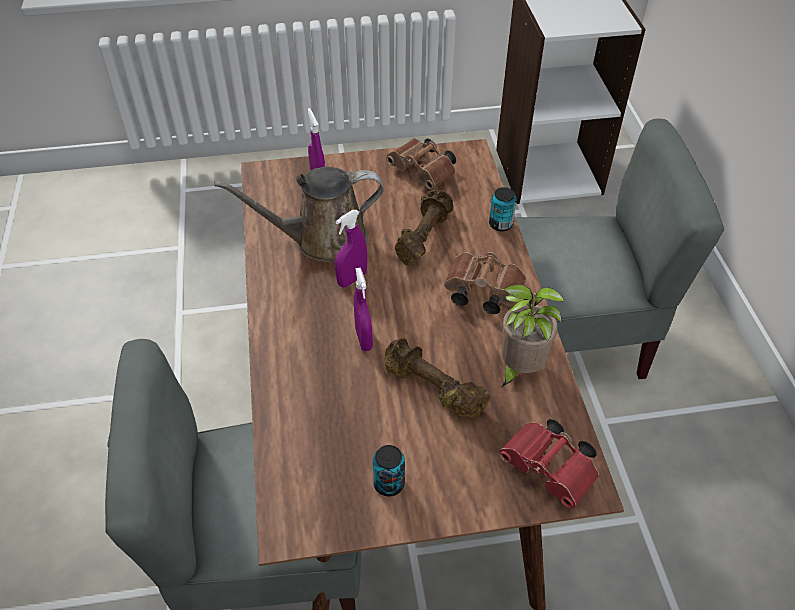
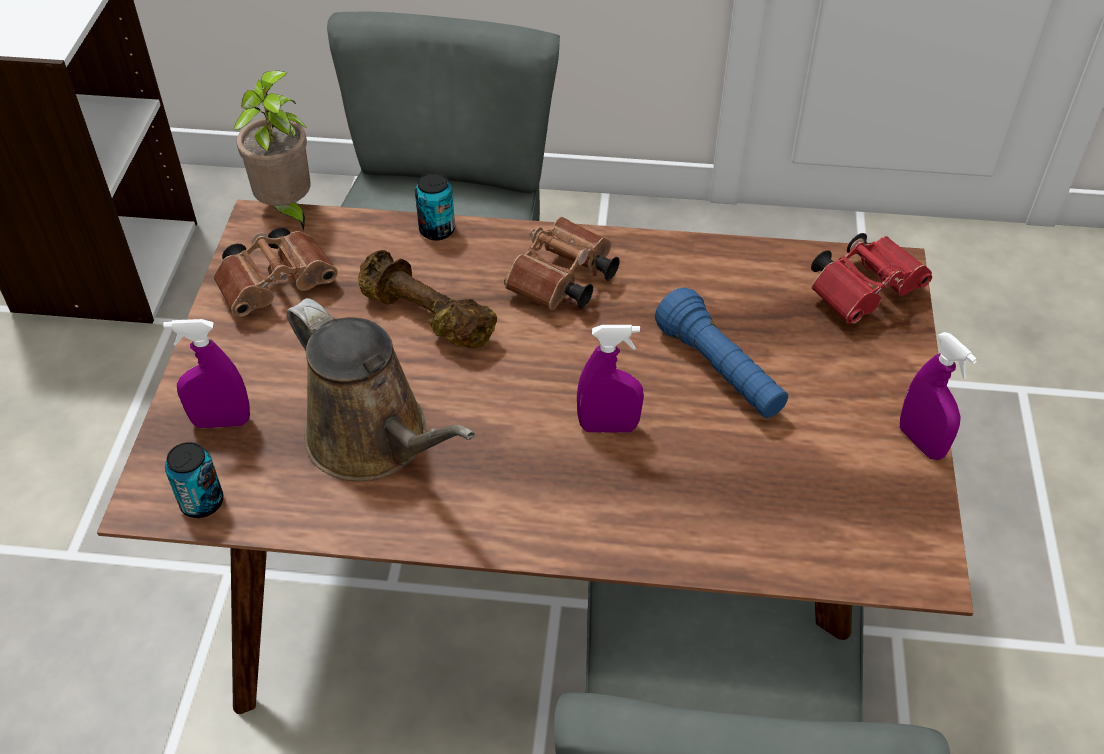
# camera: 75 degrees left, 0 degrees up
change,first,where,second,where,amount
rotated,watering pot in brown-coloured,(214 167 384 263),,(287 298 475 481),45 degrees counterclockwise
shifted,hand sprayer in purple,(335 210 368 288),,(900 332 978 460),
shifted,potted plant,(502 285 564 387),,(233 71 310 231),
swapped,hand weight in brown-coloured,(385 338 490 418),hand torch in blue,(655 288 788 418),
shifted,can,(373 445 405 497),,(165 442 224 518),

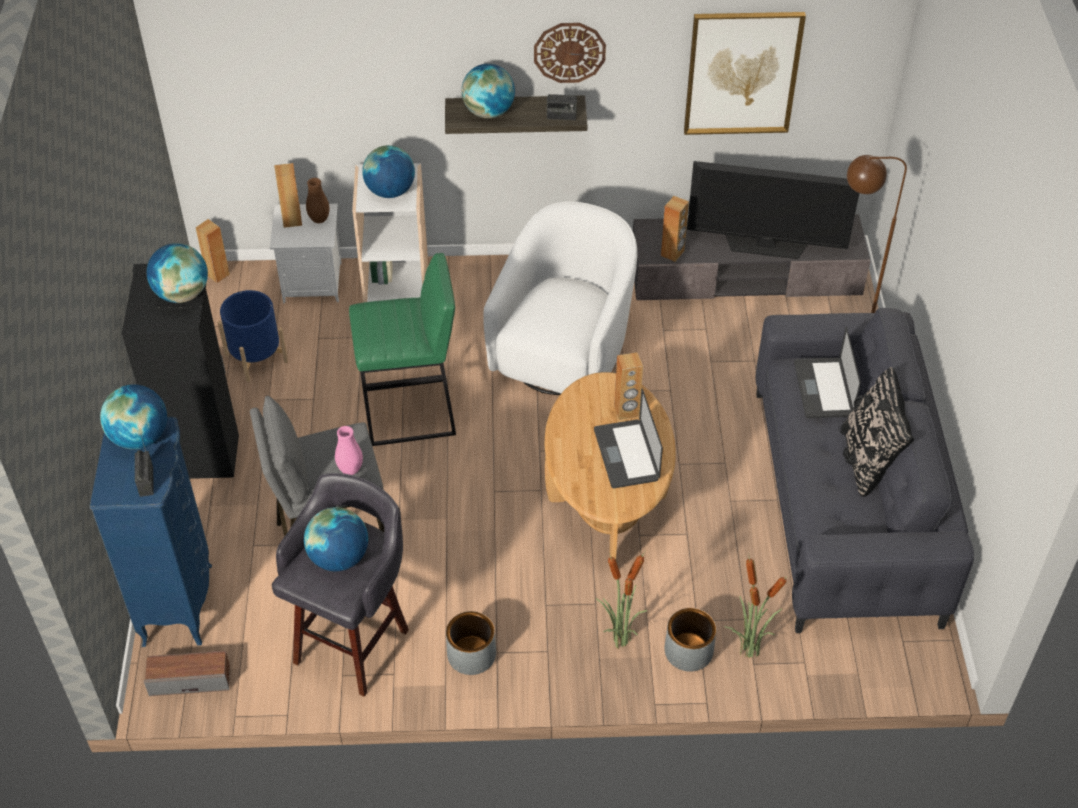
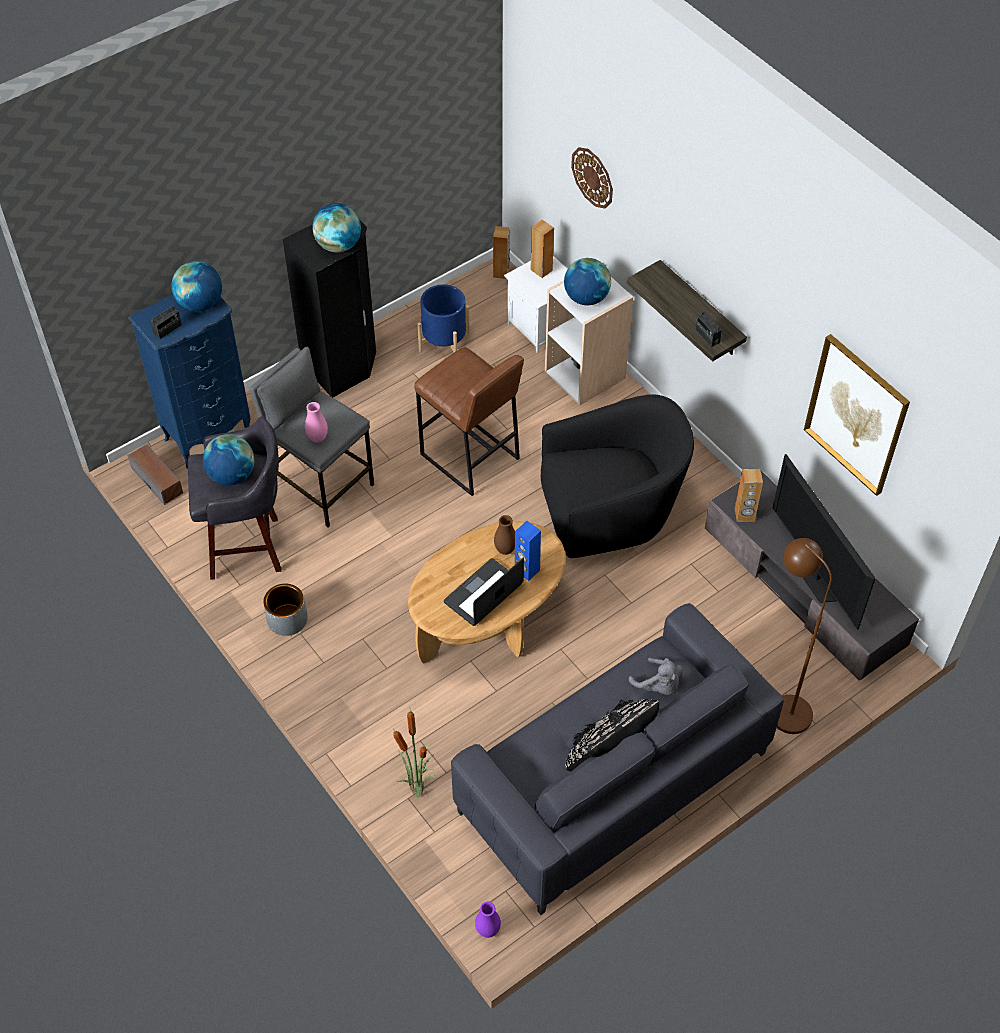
# camera: 55 degrees right, 5 degrees up
change,first,where,second,where,amount
shifted,hanging clock,(534 23 606 83),,(571 147 613 209),
gone,world globe,(461 64 515 118),,,
shifted,decorative vase in brown-coloured,(306 178 329 223),,(494 515 515 555),
repainted,lounge chair in whitish,(483 202 637 395),lounge chair in black-coloured,(541 394 694 558),
repainted,stool seat in green-coloured,(349 253 456 446),stool seat in brown-coloured,(414 347 524 496),
swapped,notebook computer,(794 327 861 418),plush toy in gray,(629 658 683 695),
repainted,loudspeaker in brown-coloured,(614 352 643 420),loudspeaker in blue,(515 521 541 581),
gone,potted plant,(596 553 647 649),,,
gone,planter in gray,(665 608 716 672),,,
new,,,decorative vase in purple,(475 902 501 938),

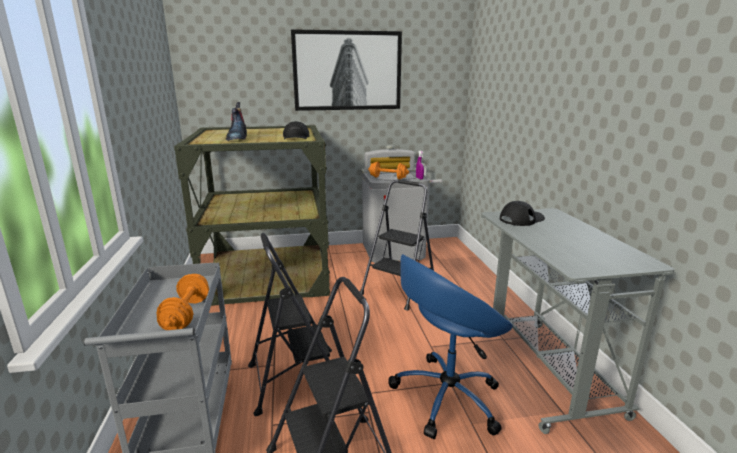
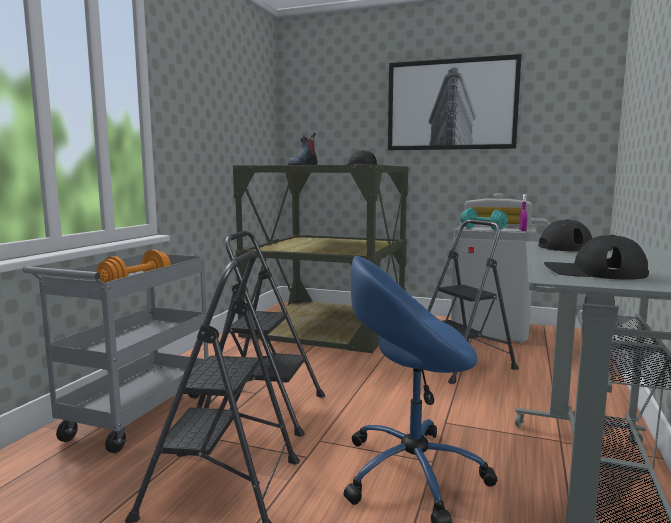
# camera: 30 degrees right, 10 degrees down
change,first,where,second,where,amount
repainted,hand weight in orange,(368 162 409 179),hand weight in turquoise-coloured,(460 208 508 231),
new,,,cap in black-coloured,(544 235 649 280),

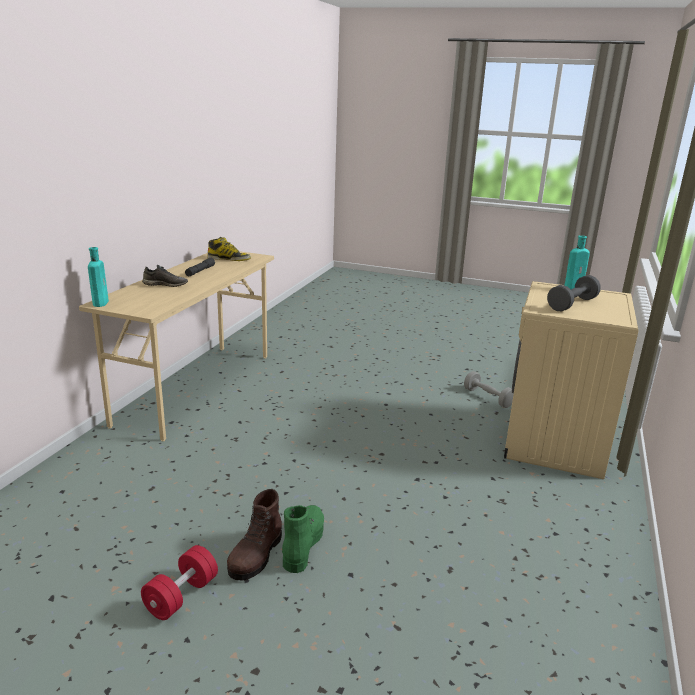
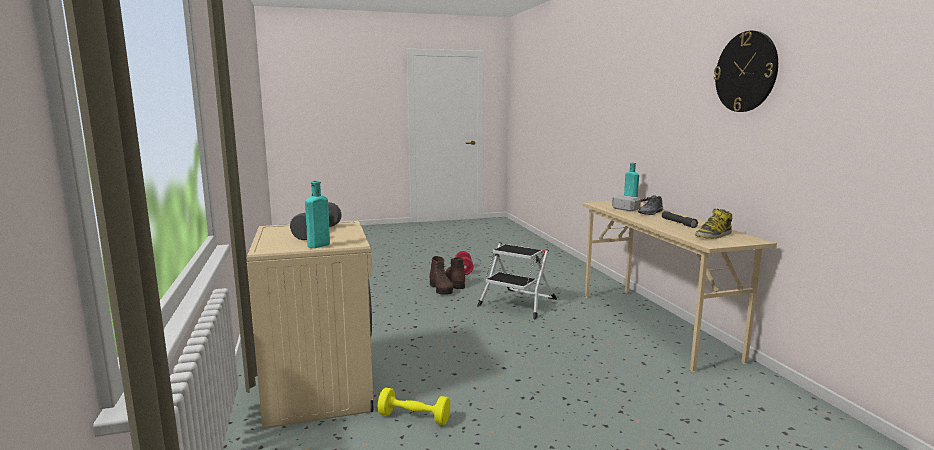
# camera: 145 degrees right, 10 degrees down
change,first,where,second,where,amount
repainted,hand weight in gray,(464 371 514 408),hand weight in yellow,(378 387 451 425),
repainted,high-top boot in green-coloured,(282 505 324 573),high-top boot in brown-coloured,(430 256 453 295),
new,,,hanging clock,(714 31 778 112),
new,,,tool hammer,(612 195 650 212),
new,,,stepladder,(477 242 557 319),

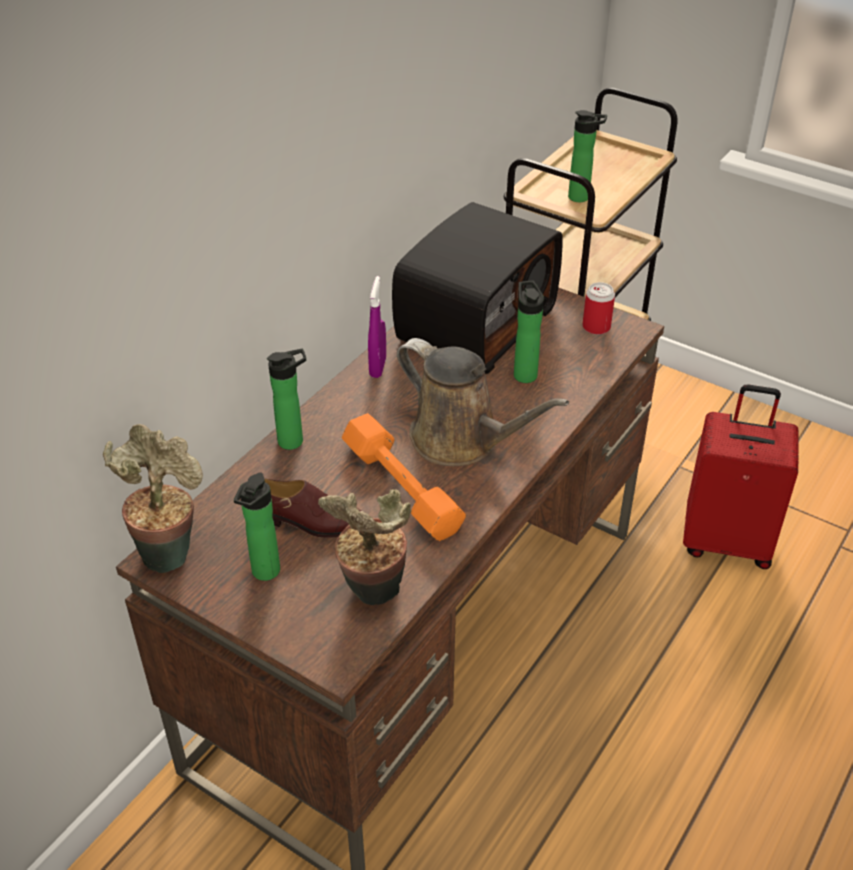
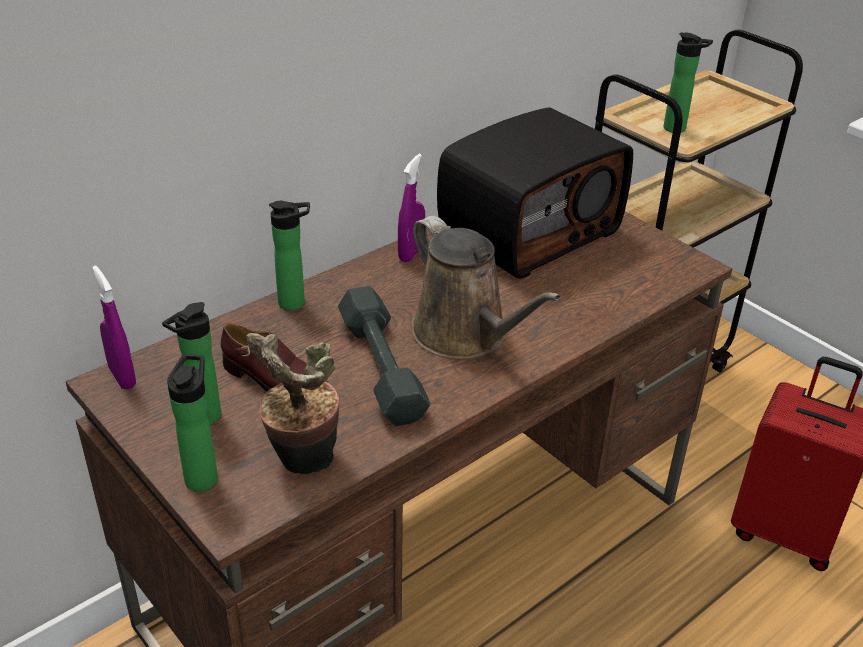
# camera: 15 degrees right, 5 degrees down
change,first,where,second,where,amount
shifted,drink bottle,(514 281 544 383),,(167 354 218 492),
gone,can,(582 282 615 335),,,
repainted,hand weight in orange,(342 413 466 541),hand weight in gray,(338 286 431 426),
swapped,potted plant,(103 424 203 573),hand sprayer in purple,(92 266 136 390),

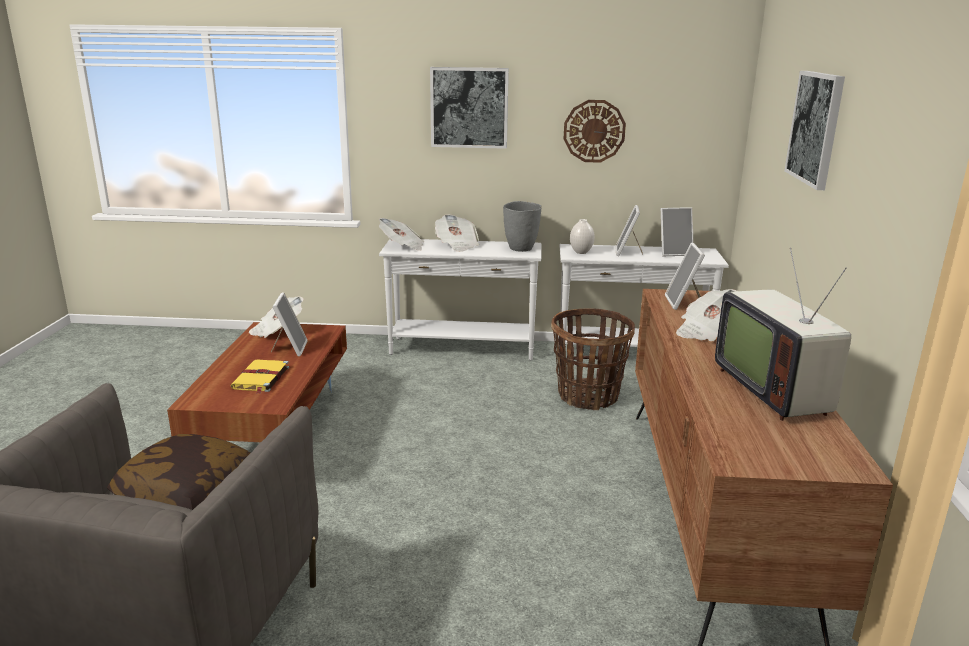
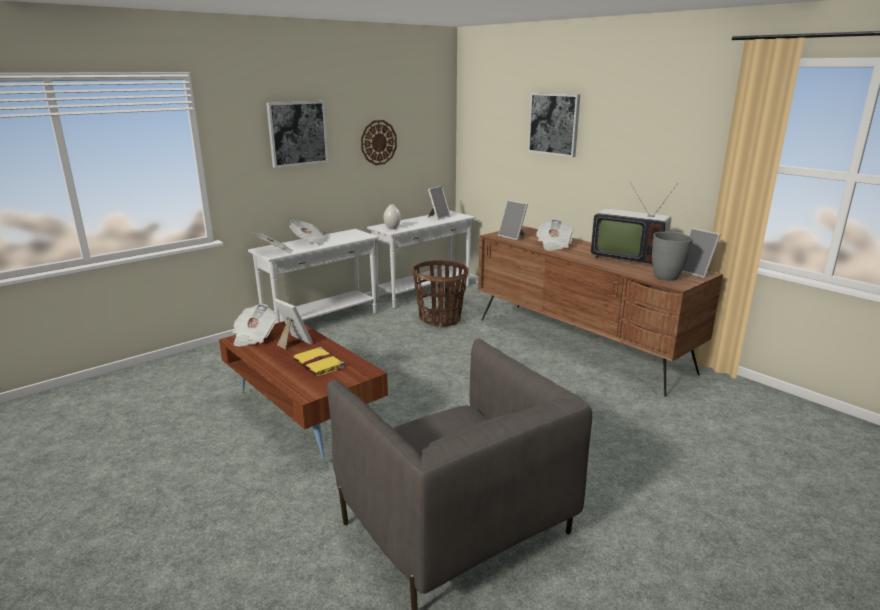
# camera: 45 degrees left, 0 degrees up
change,first,where,second,where,amount
shifted,decorative vase in gray,(503 201 542 252),,(652 232 693 281),
shifted,photo frame,(615 205 643 256),,(682 228 721 278),
gone,pillow,(107 434 250 510),,,

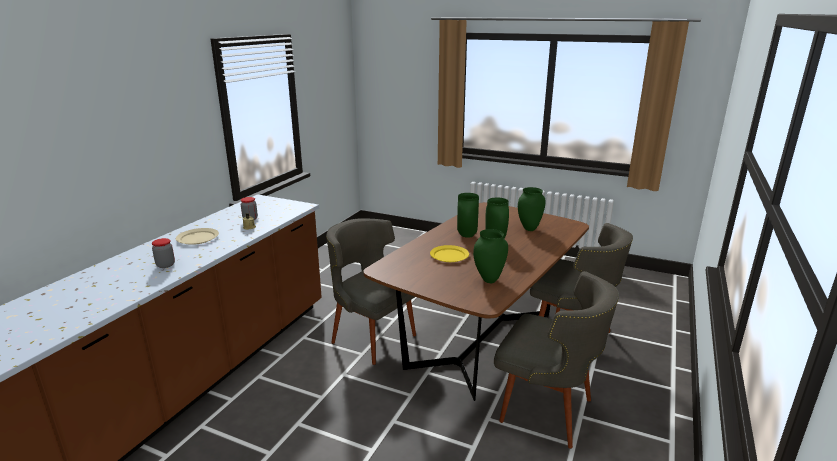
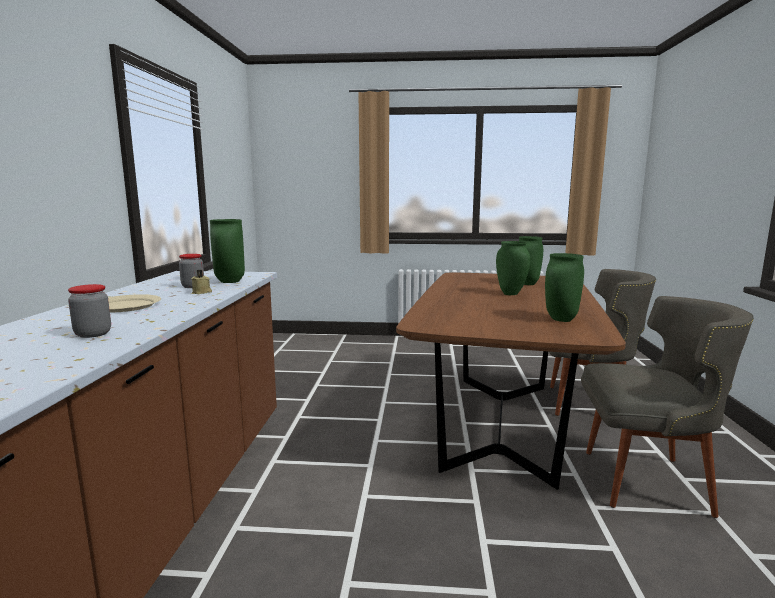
# camera: 20 degrees left, 10 degrees down
change,first,where,second,where,amount
shifted,decorative vase in green-coloured,(457 193 479 238),,(210 219 245 283),
gone,upright chair in gray,(326 219 416 365),,,
gone,plate in yellow,(430 245 469 262),,,

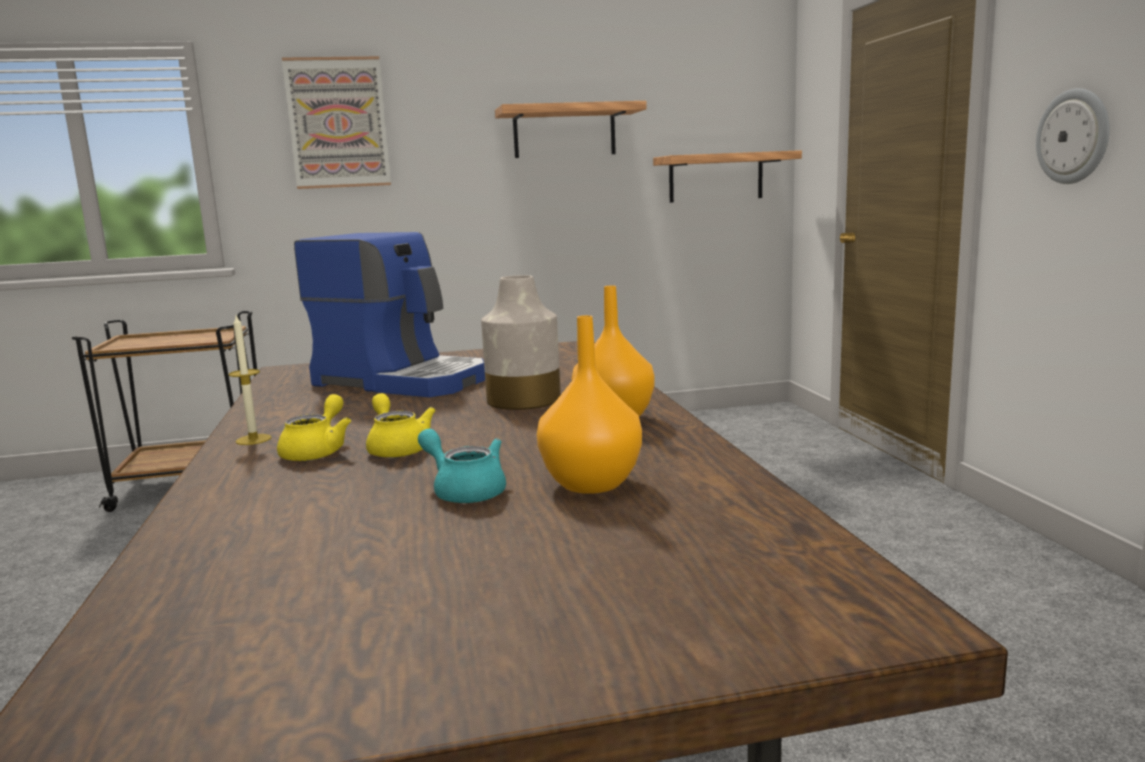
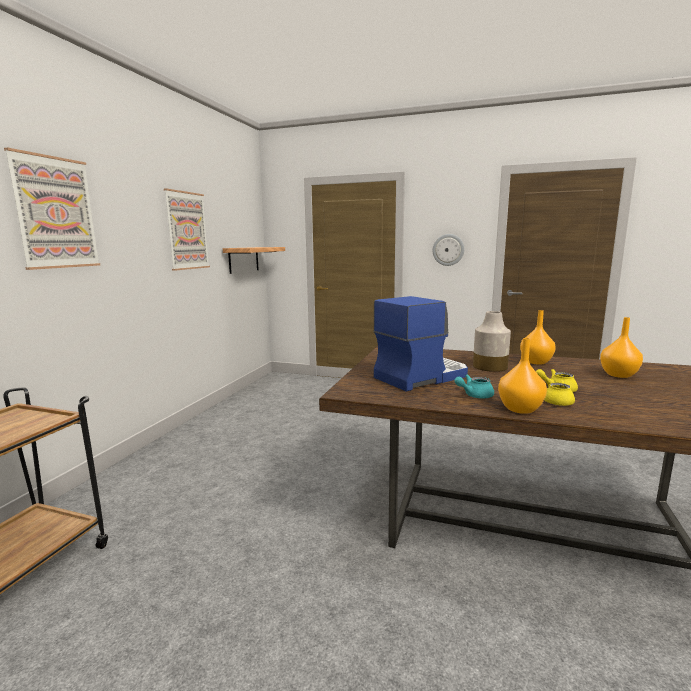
# camera: 60 degrees left, 0 degrees up
change,first,where,second,where,amount
swapped,bracket shelf,(495 101 647 158),picture,(164 188 210 271),
swapped,wax light,(228 315 272 445),decorative vase in orange,(498 338 547 414),
shifted,teapot in turquoise-coloured,(418 428 506 503),,(454 374 494 399),

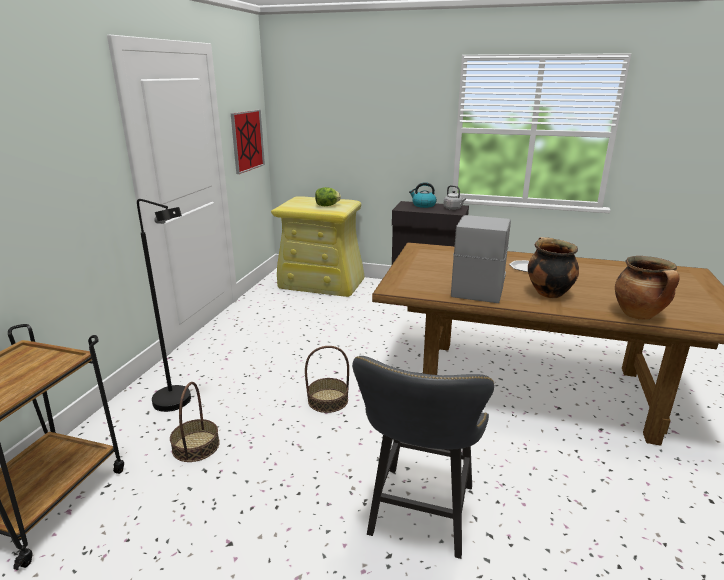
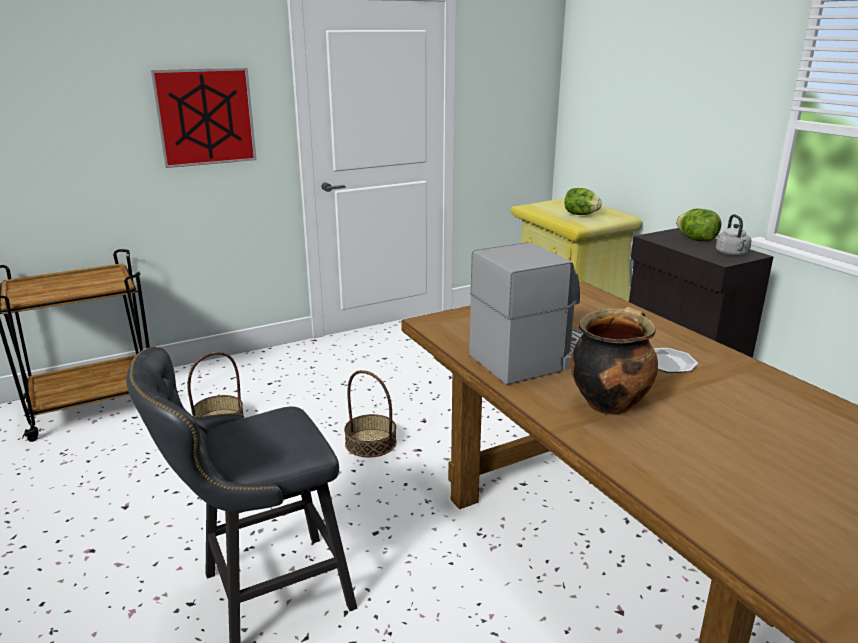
# camera: 45 degrees right, 0 degrees up
change,first,where,second,where,amount
shifted,picture,(231 110 265 174),,(151 68 257 168),
swapped,kettle,(409 182 437 208),lettuce,(676 209 722 241),
gone,standard lamp in black-coloured,(137 199 191 412),,,
gone,cooking pot,(615 256 680 320),,,

